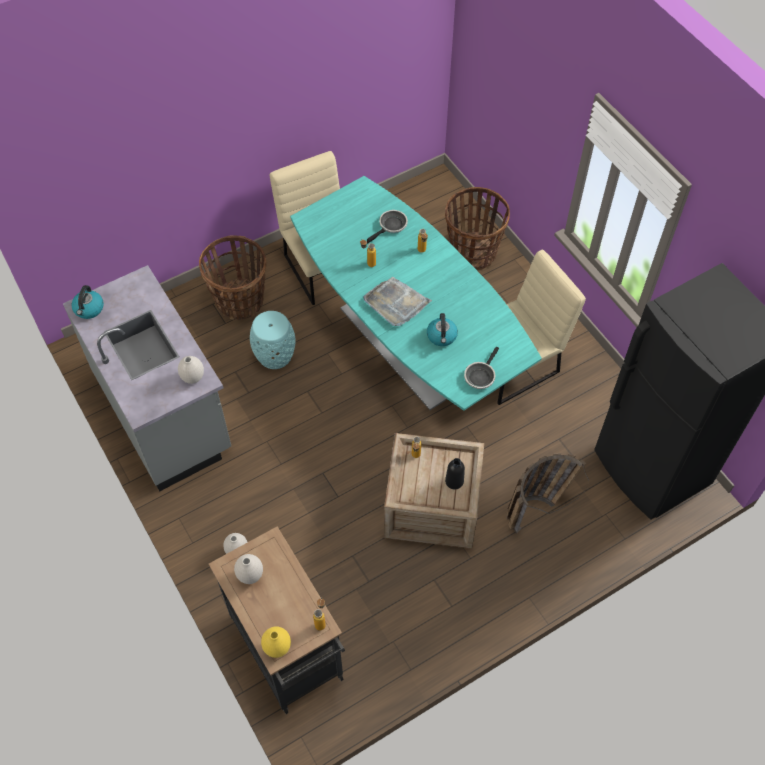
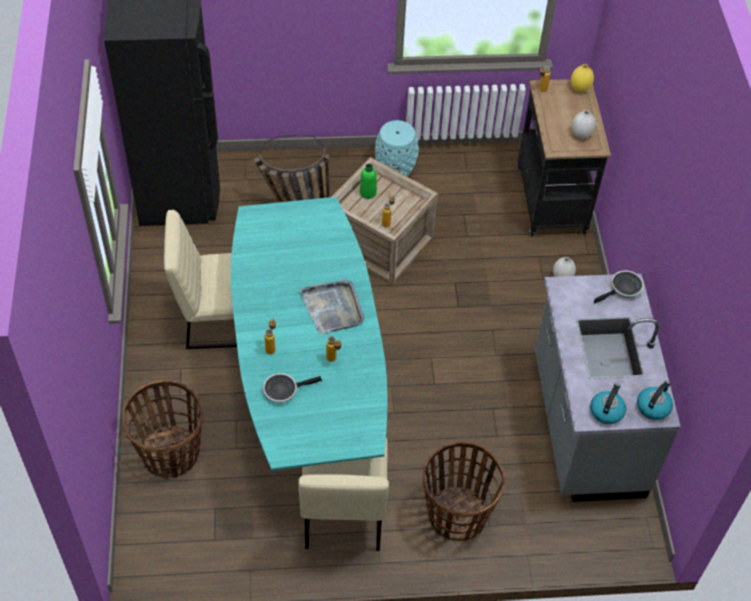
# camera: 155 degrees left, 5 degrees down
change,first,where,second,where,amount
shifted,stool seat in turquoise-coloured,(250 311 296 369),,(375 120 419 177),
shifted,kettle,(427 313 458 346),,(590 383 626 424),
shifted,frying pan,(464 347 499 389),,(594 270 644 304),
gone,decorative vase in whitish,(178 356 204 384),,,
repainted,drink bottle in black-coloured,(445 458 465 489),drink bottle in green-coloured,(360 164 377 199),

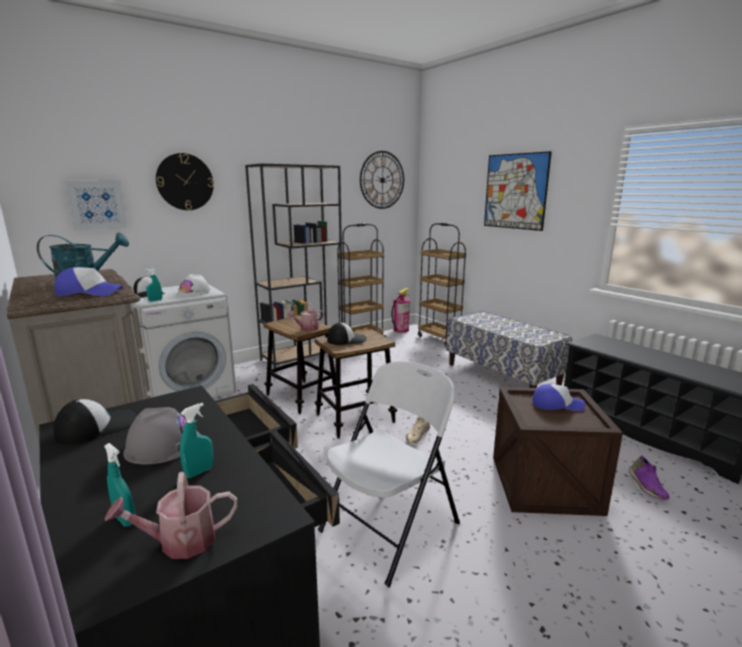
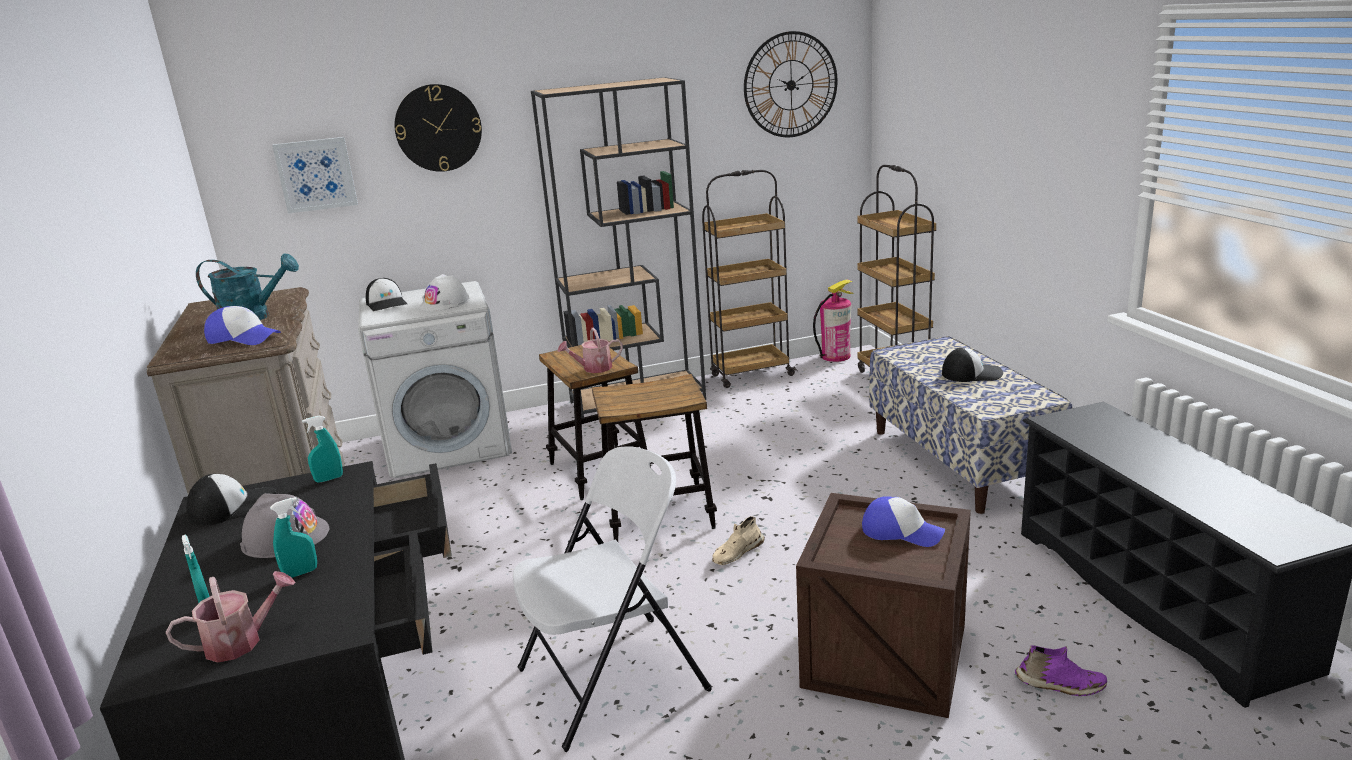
# camera: 20 degrees right, 5 degrees up
change,first,where,second,where,amount
gone,picture,(484 151 552 231),,,
shifted,hand sprayer in turquoise-coloured,(145 268 162 302),,(302 415 343 483),
shifted,cap,(327 322 367 345),,(942 348 1003 382),
rotated,low shoe in purple,(629 455 669 500),,(1015 645 1107 696),90 degrees counterclockwise
rotated,watering pot,(105 472 237 559),,(166 571 295 662),150 degrees clockwise

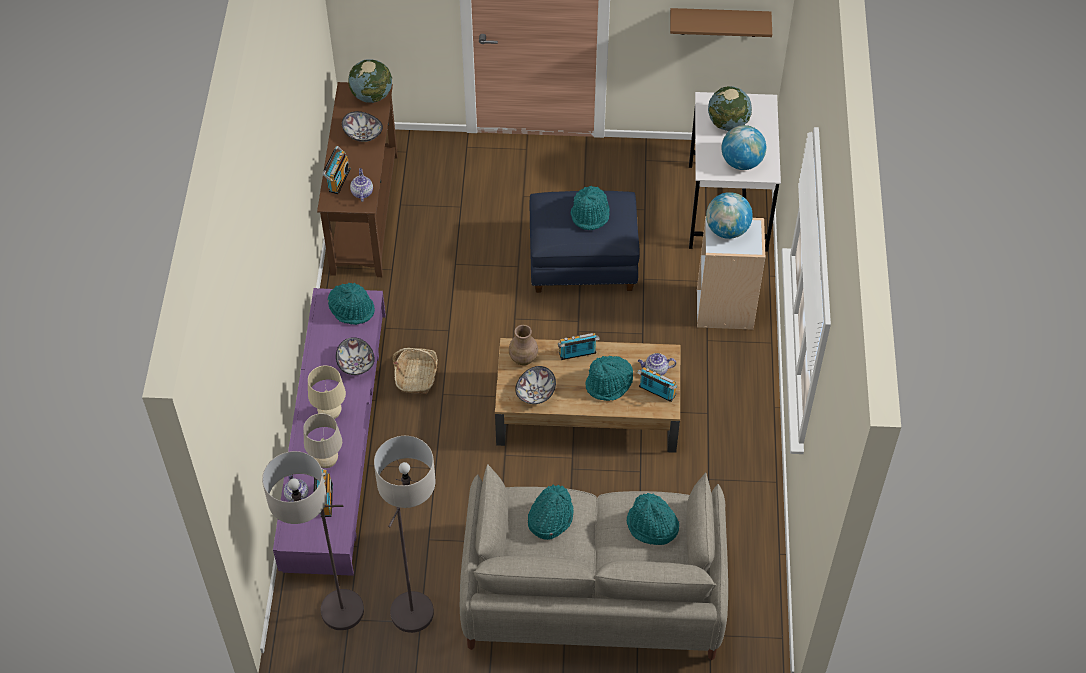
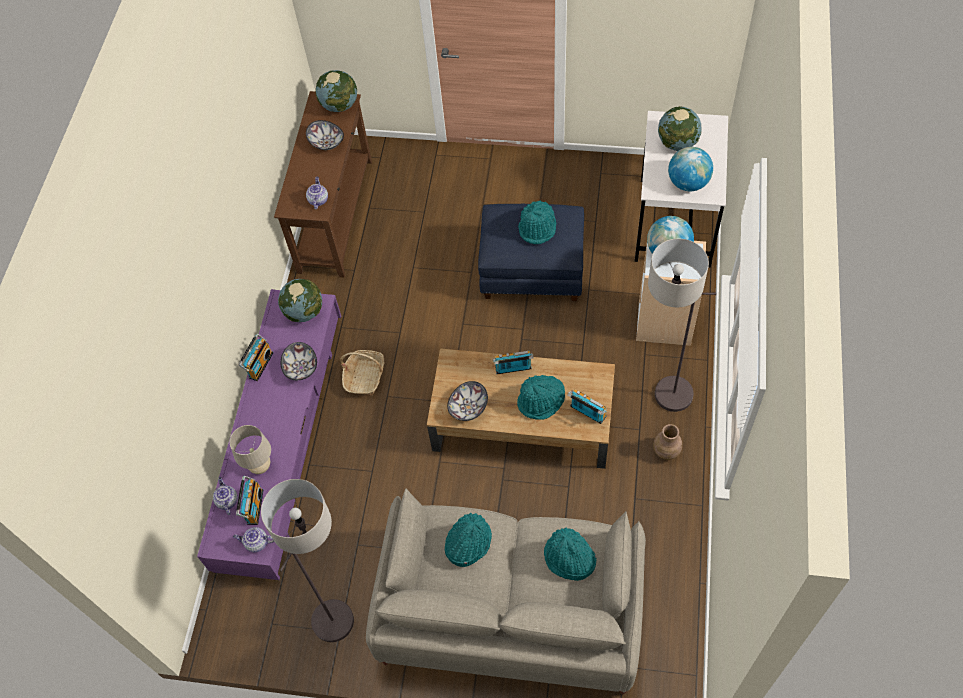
# camera: 10 degrees right, 5 degrees up
change,first,where,second,where,amount
gone,bracket shelf in brown-coloured,(670 8 772 37),,,
shifted,radio set,(322 146 350 194),,(238 334 273 381),
swapped,clothing hat in turquoise-coloured,(328 283 375 325),world globe,(278 279 322 322),
shifted,decorative vase in brown-coloured,(509 325 538 365),,(653 424 682 460),
shifted,teapot,(638 353 676 375),,(233 527 274 552),
gone,table lamp in beige-coloured,(308 365 346 419),,,
shifted,standard lamp in gray,(262 451 364 630),,(648 239 716 412),

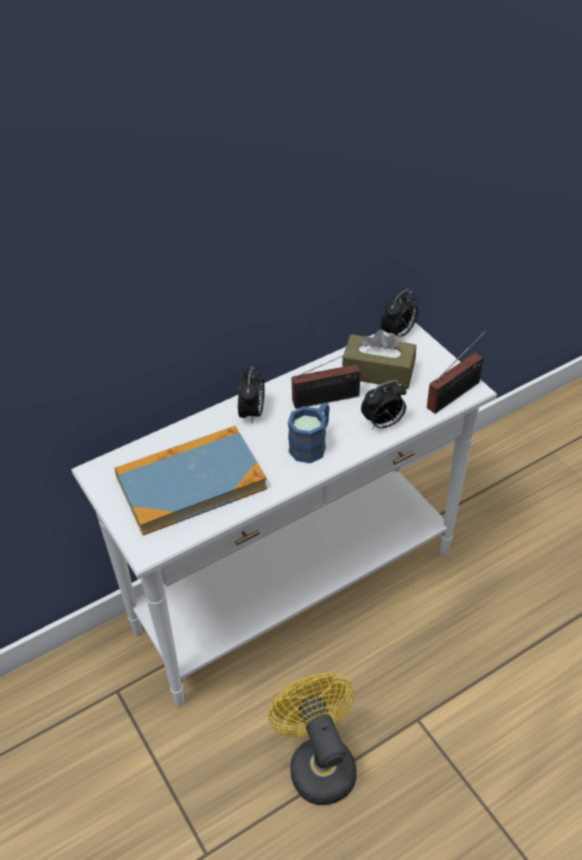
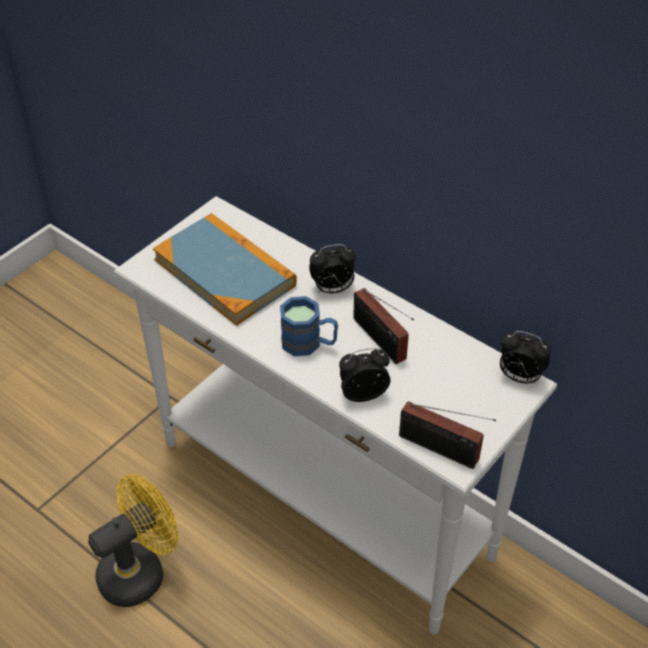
# camera: 70 degrees right, 0 degrees up
change,first,where,second,where,amount
gone,tissue box in brown-coloured,(342 330 416 389),,,
rotated,alarm clock,(361 380 406 430),,(339 348 390 402),120 degrees clockwise

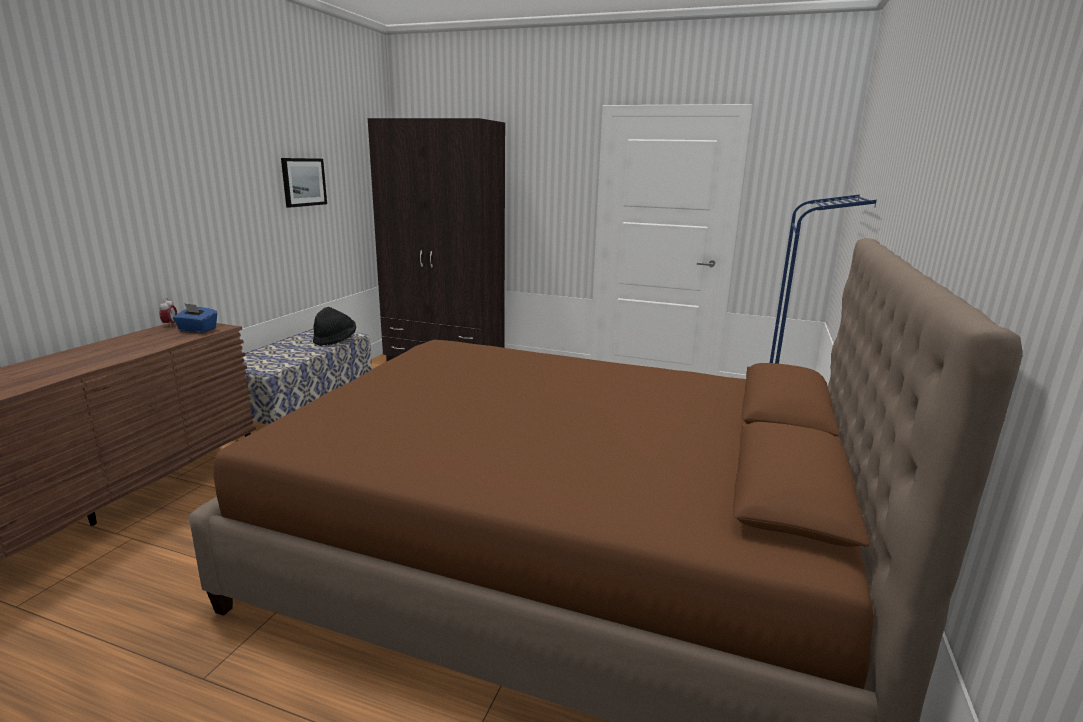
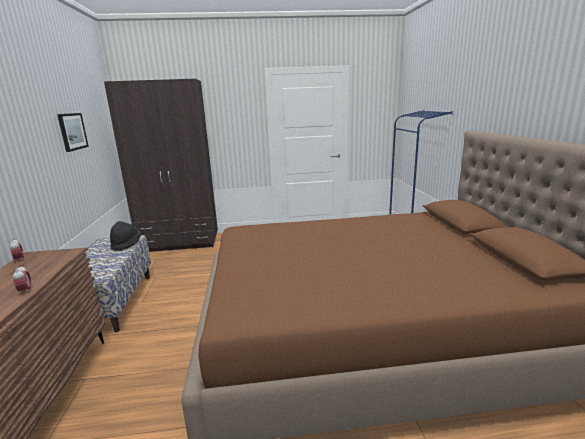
# camera: 25 degrees left, 0 degrees up
change,first,where,second,where,amount
gone,tissue box in blue,(173 303 217 333),,,
new,,,alarm clock,(13 265 32 293),

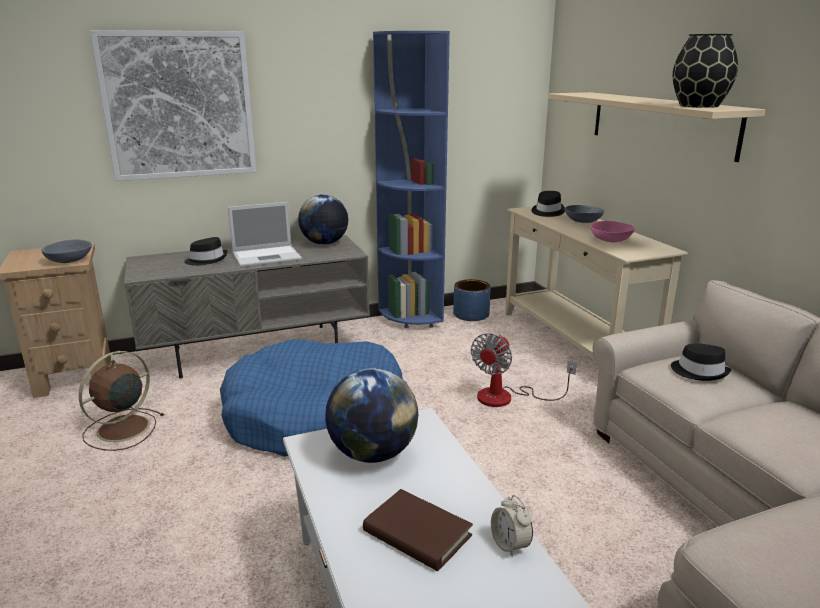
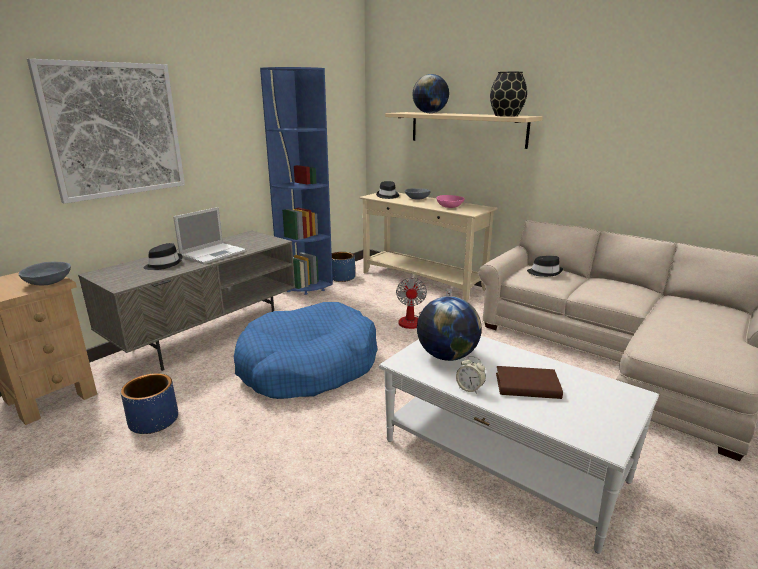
# camera: 30 degrees left, 0 degrees up
change,first,where,second,where,amount
shifted,world globe,(298 194 348 245),,(412 74 449 113),
swapped,cooling fan in brown-coloured,(79 351 165 451),planter in blue,(121 373 178 434),
shifted,alarm clock,(491 495 533 557),,(456 356 486 394),

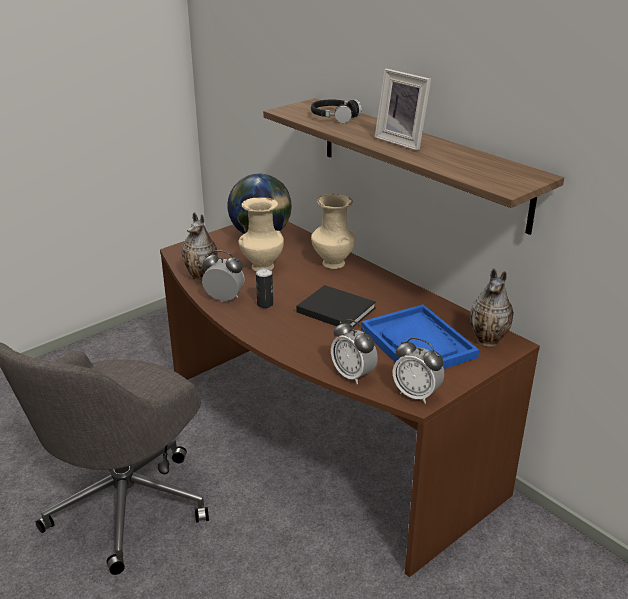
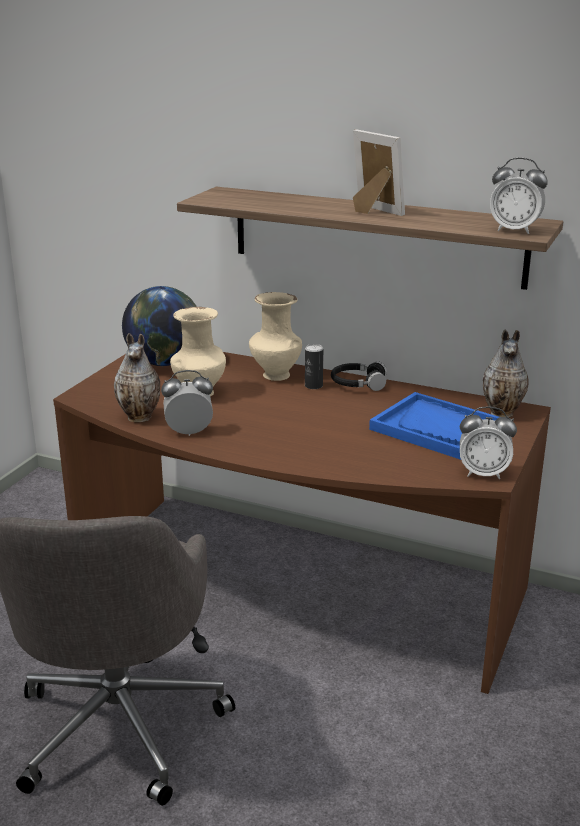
# camera: 25 degrees left, 5 degrees down
change,first,where,second,where,amount
rotated,photo frame,(375 69 431 151),,(353 129 405 216),150 degrees counterclockwise
shifted,headphones in black-coloured,(311 99 362 123),,(331 361 387 391),
shifted,can,(256 268 273 308),,(305 344 323 389),
gone,volume in black-coloured,(297 285 376 327),,,
shifted,alarm clock,(331 319 378 384),,(490 158 548 234),

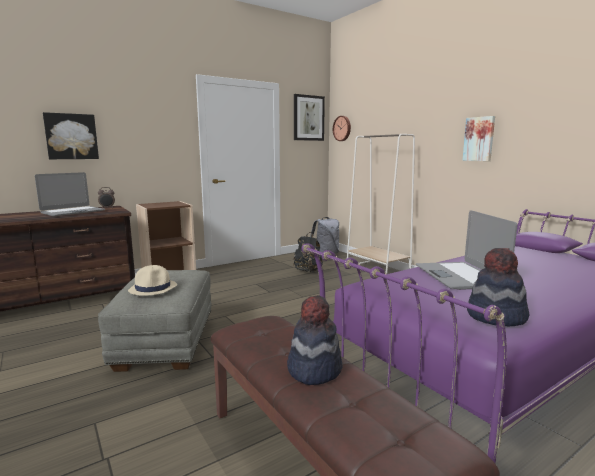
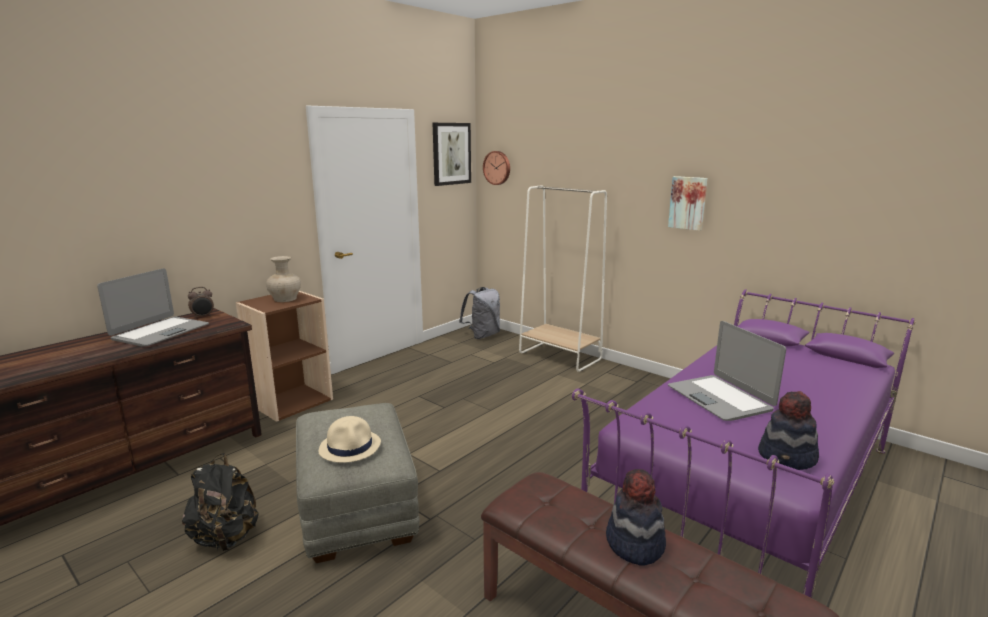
# camera: 15 degrees left, 5 degrees up
change,first,where,second,where,amount
gone,picture,(43 112 99 159),,,
shifted,knapsack in black-coloured,(293 232 323 273),,(182 453 258 552),
new,,,decorative vase in beige-coloured,(266 256 301 302),

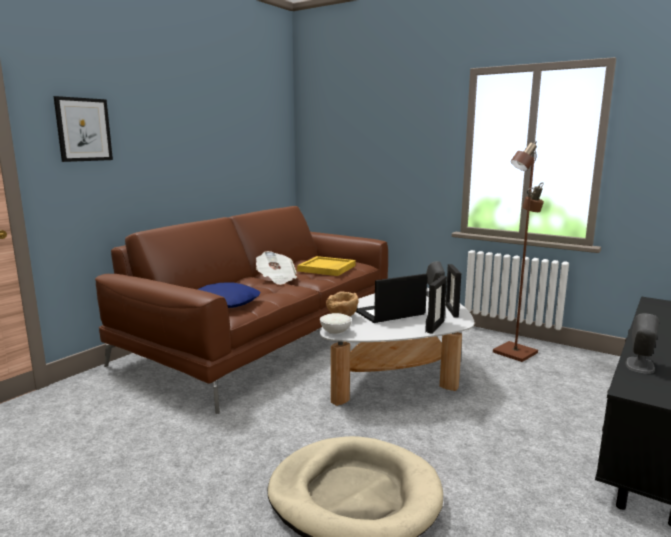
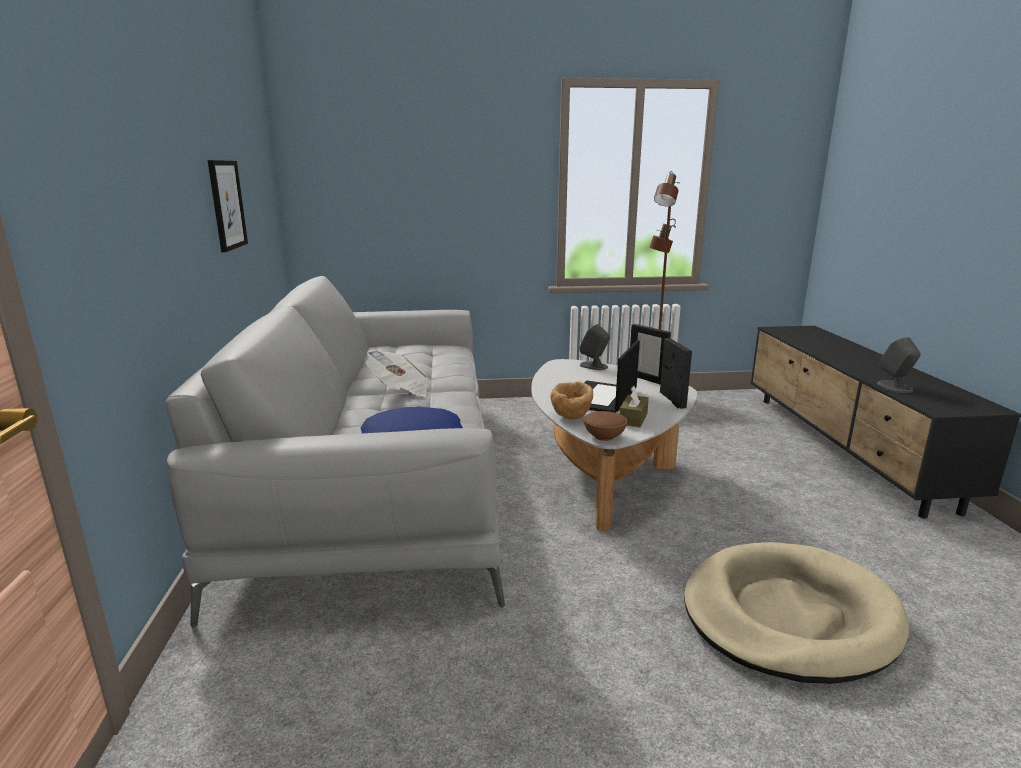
# camera: 40 degrees left, 5 degrees up
change,first,where,second,where,amount
shifted,picture,(54 96 113 162),,(208 160 248 252),
repainted,settee in brown-coloured,(95 206 388 414),settee in gray,(166 276 505 628),
gone,serving tray in yellow,(297 256 355 276),,,
repainted,bowl in whitish,(320 313 352 335),bowl in brown-coloured,(584 411 627 441),
new,,,tissue box in brown-coloured,(619 386 649 427),

